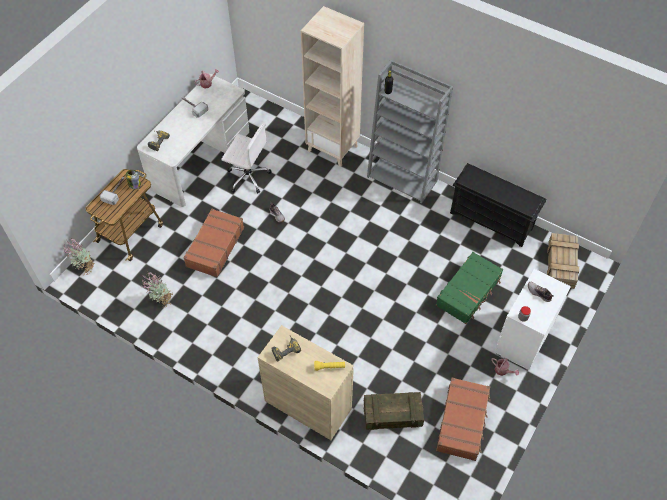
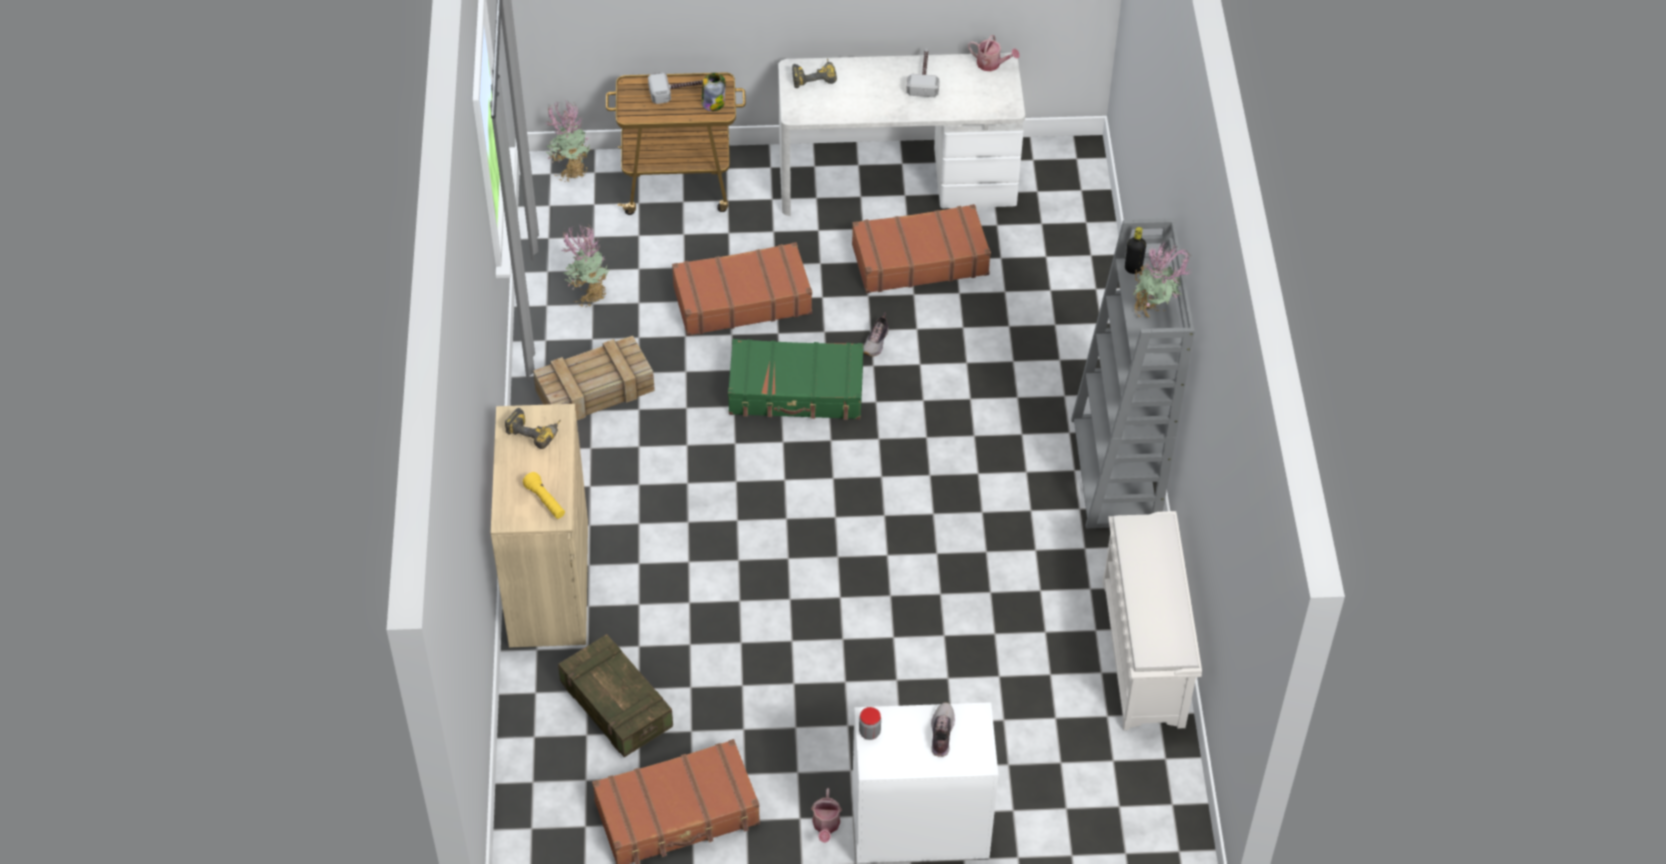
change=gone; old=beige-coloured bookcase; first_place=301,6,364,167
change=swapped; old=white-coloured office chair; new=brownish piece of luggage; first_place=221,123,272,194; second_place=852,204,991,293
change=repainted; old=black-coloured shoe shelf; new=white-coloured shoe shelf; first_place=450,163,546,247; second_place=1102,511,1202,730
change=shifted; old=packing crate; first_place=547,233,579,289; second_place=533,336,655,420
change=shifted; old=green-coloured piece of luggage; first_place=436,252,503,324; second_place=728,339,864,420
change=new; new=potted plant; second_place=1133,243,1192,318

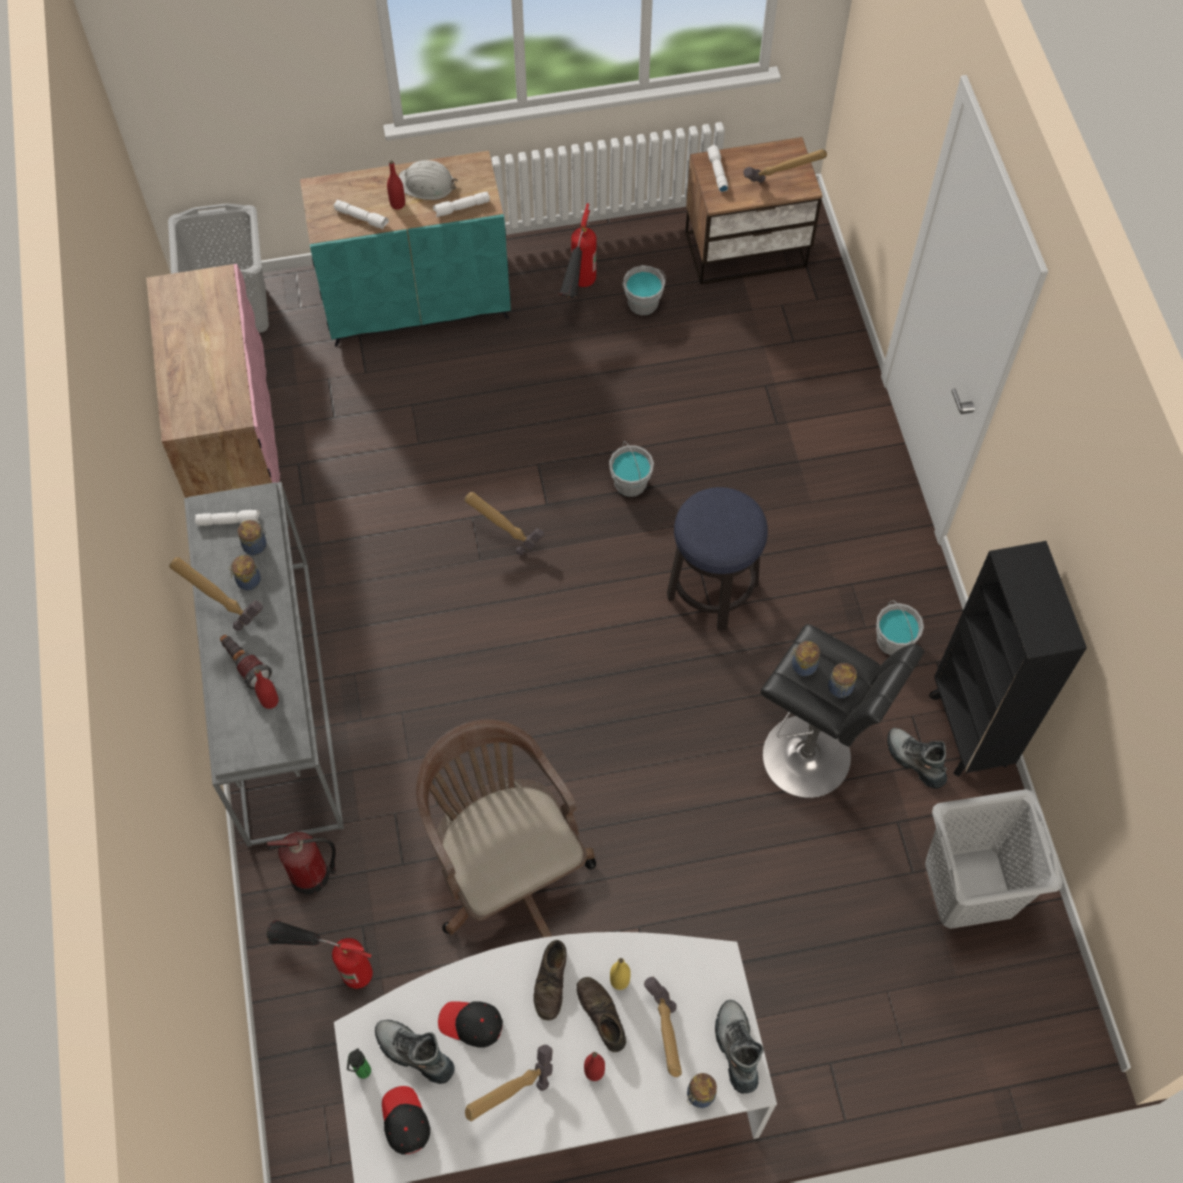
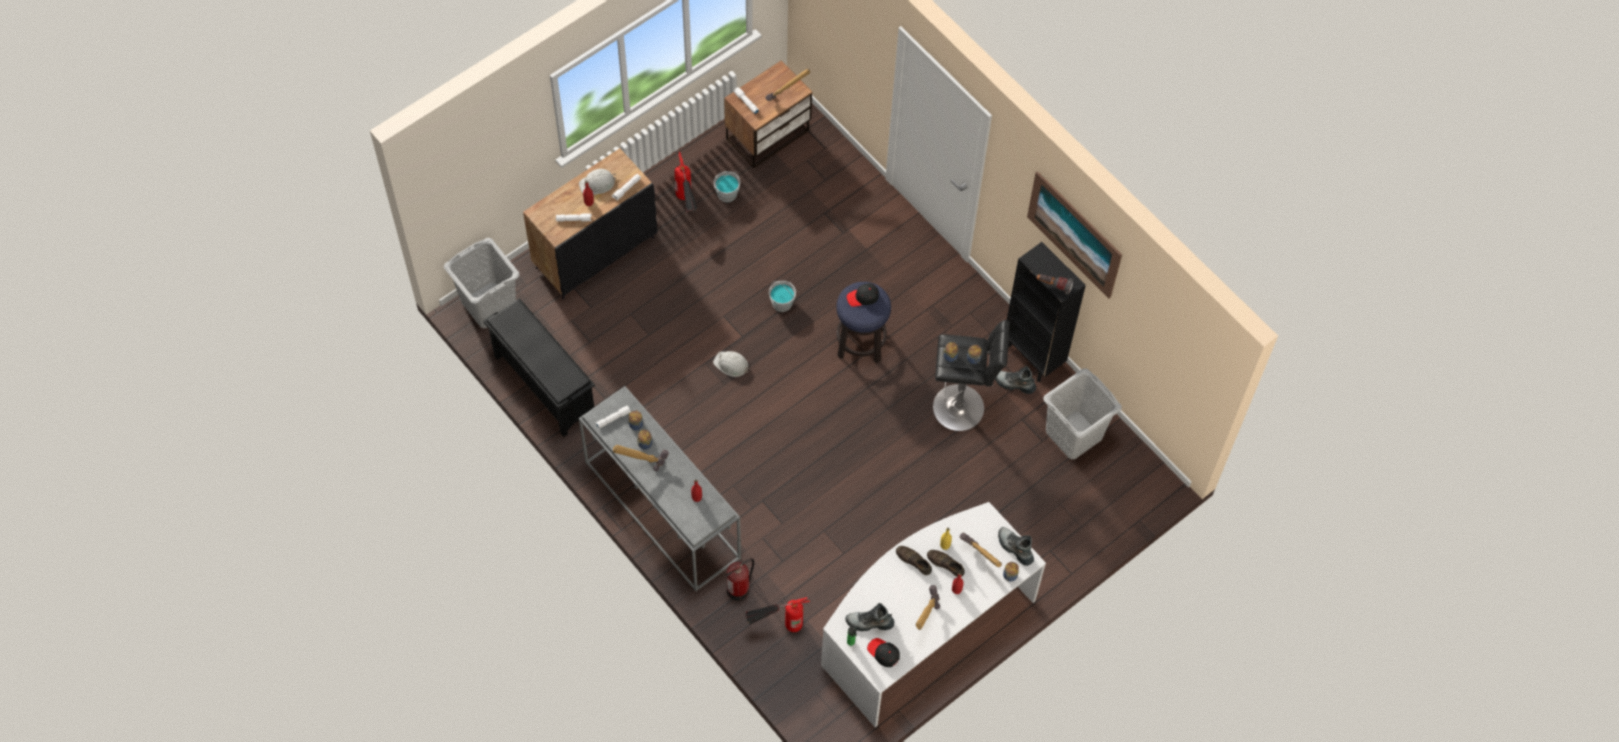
change=repainted; old=turquoise cabinet; new=black-coloured cabinet; first_place=300,151,511,346; second_place=523,148,657,300
change=swapped; old=pink cabinet; new=black-coloured shoe shelf; first_place=146,264,280,498; second_place=483,298,595,437
change=swapped; old=hand hammer; new=white-coloured safety helmet; first_place=465,492,544,555; second_place=713,351,750,377
change=gone; old=grey water bucket; first_place=876,600,924,655
change=shifted; old=hand torch; first_place=220,634,272,690; second_place=1036,274,1073,295
change=gone; old=brownish office chair; first_place=416,719,596,938
change=rotated; old=brownish item of footwear; first_place=533,940,567,1020; second_place=896,546,932,575; degrees=150
change=shifted; old=black-coloured cap; first_place=438,1001,503,1047; second_place=847,283,879,307
change=new; new=wall picture; second_place=1027,171,1122,298

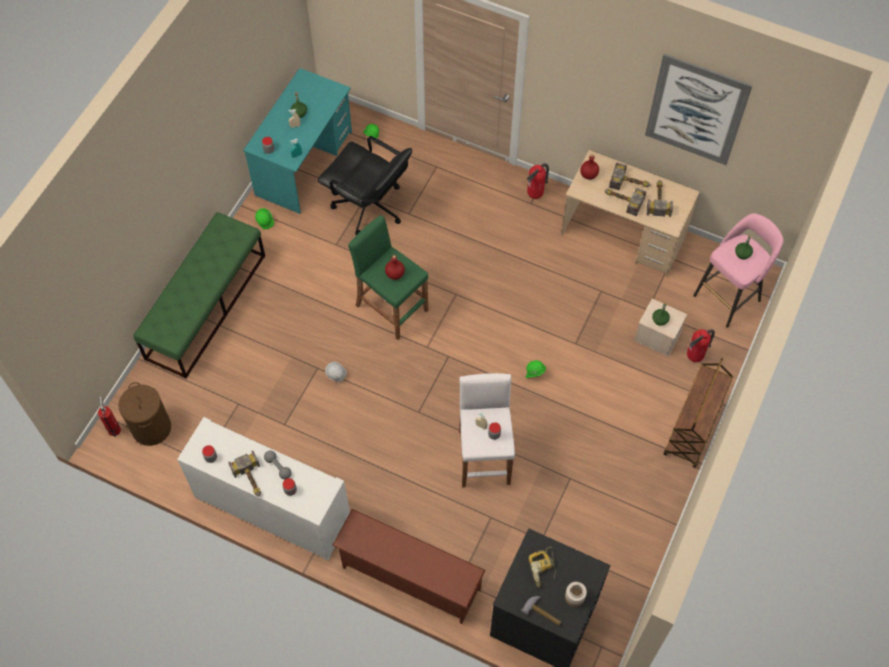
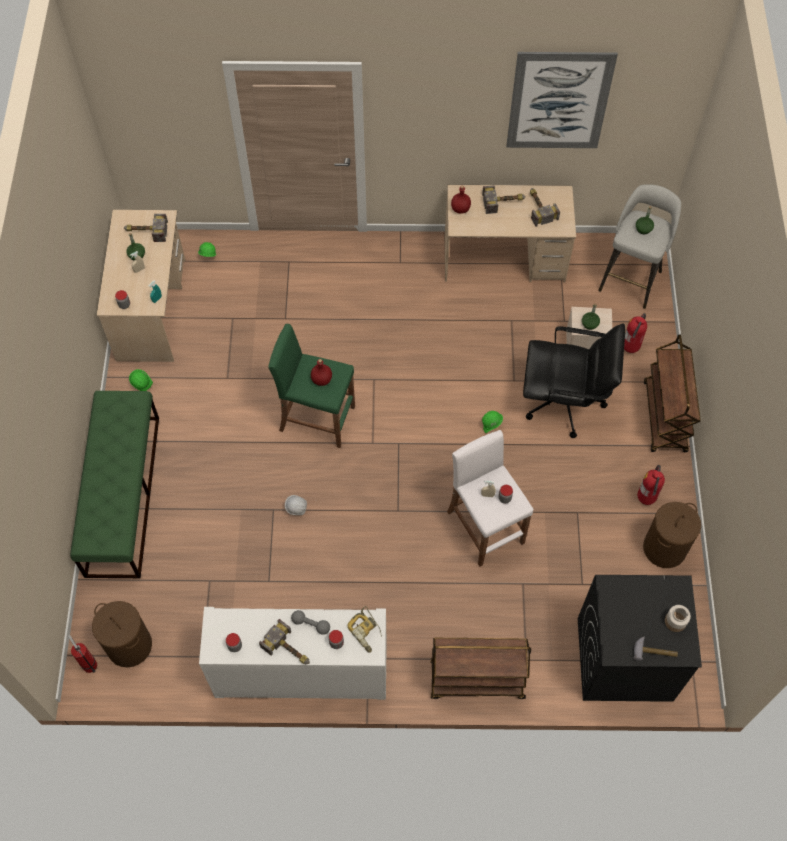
change=repainted; old=turquoise desk table; new=beige-coloured desk table; first_place=243,68,352,214; second_place=97,210,185,362
change=shifted; old=black-coloured office chair; first_place=318,136,412,235; second_place=523,323,625,438
change=shifted; old=fire extinguisher; first_place=527,163,549,199; second_place=638,465,665,505
change=shifted; old=hand hammer; first_place=604,188,646,216; second_place=124,214,168,242
change=repainted; old=pink stool seat; new=grey stool seat; first_place=693,213,784,328; second_place=598,184,681,309
change=swapped; old=brownish shoe shelf; new=brownish cart; first_place=332,509,486,624; second_place=430,638,531,699
change=shifted; old=drill; first_place=529,547,556,588; second_place=347,606,382,653
change=new; new=brownish hamper; second_place=643,502,701,568

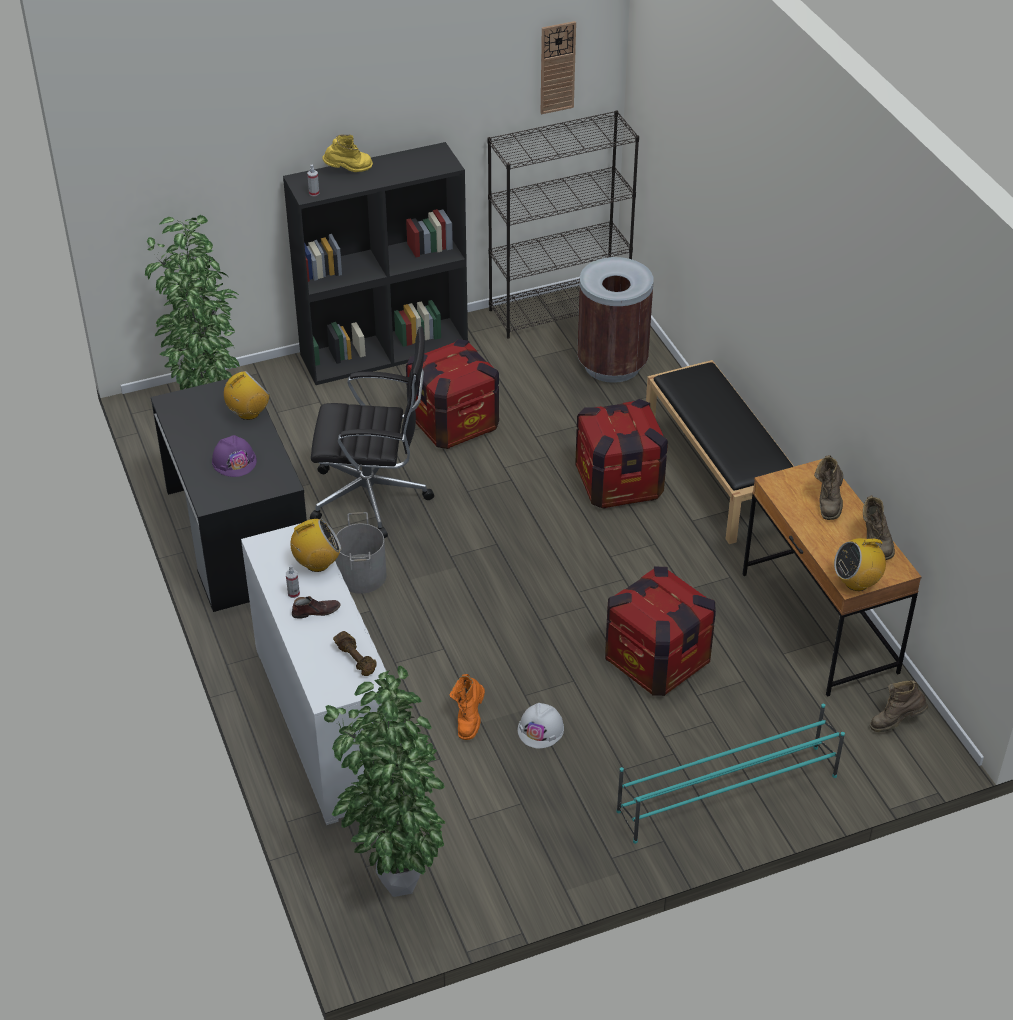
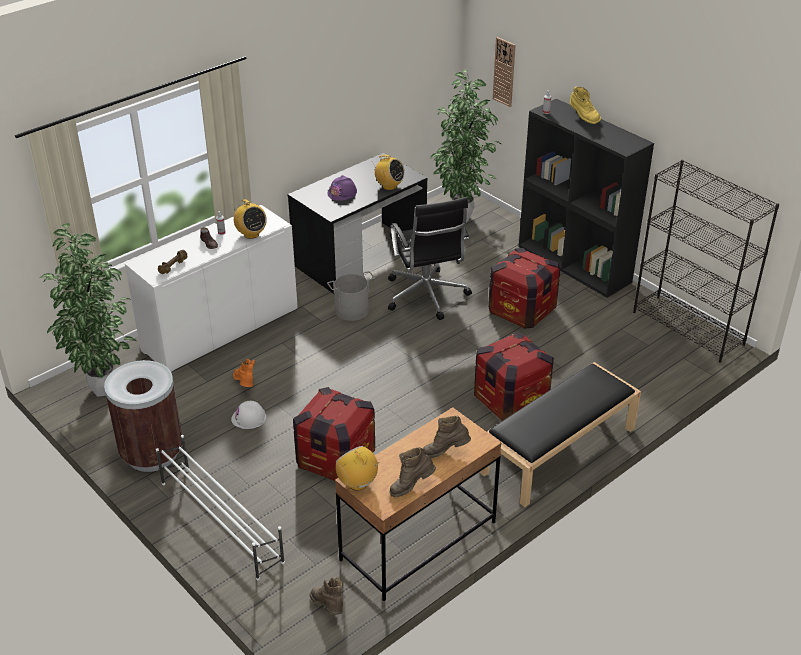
change=shifted; old=hanging clock; first_place=541,21,576,114; second_place=493,37,515,107
change=shifted; old=brownish waste bin; first_place=577,257,654,383; second_place=104,360,182,472
change=rotated; old=orange high-top boot; first_place=450,674,485,740; second_place=233,359,255,387; degrees=75
change=repainted; old=turquoise shoe shelf; new=white-coloured shoe shelf; first_place=617,704,845,844; second_place=156,435,285,581

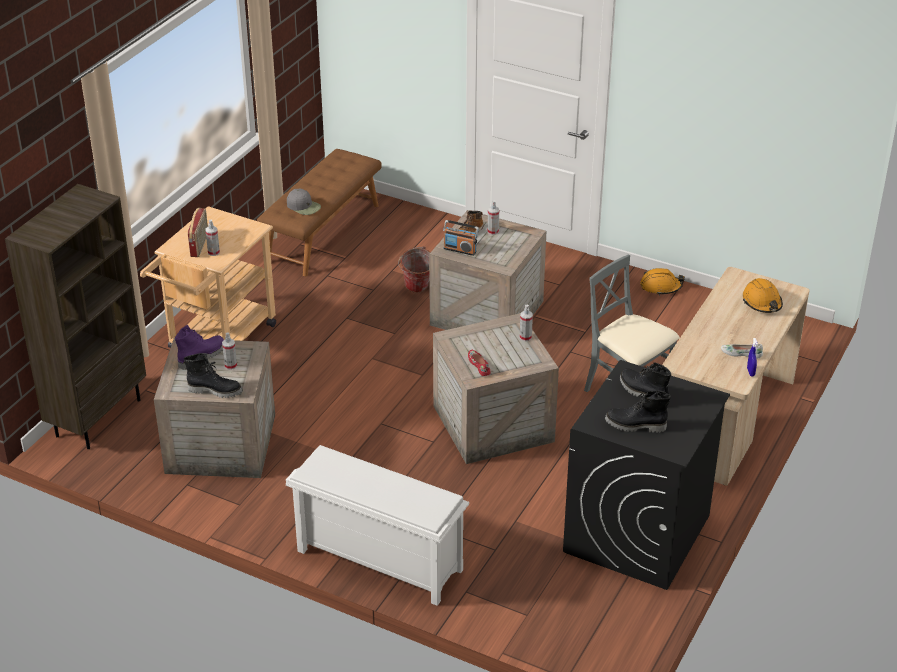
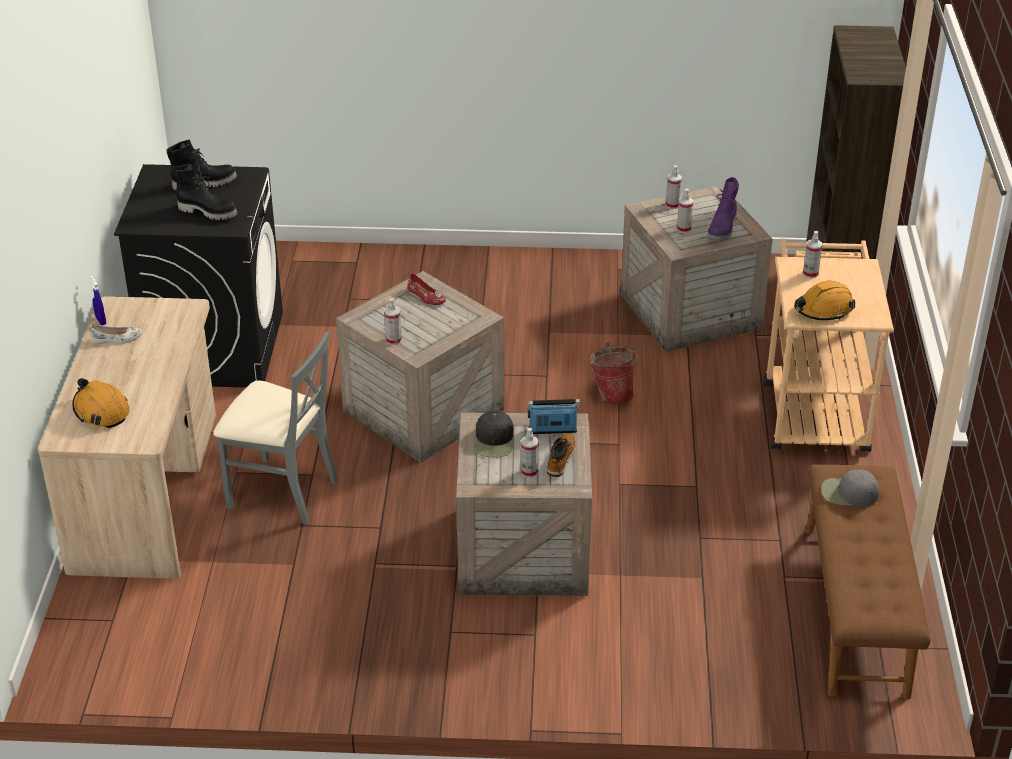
change=gone; old=radio set; first_place=188,208,208,257
change=shifted; old=water bucket; first_place=398,246,431,293; second_place=588,343,639,405
change=shifted; old=orange safety helmet; first_place=640,268,685,296; second_place=794,281,855,320
change=swapped; old=black-coloured high-top boot; new=hand sprayer; first_place=184,353,243,398; second_place=666,165,682,209
change=gone; old=white-coloured shoe shelf; first_place=286,445,469,606
change=new; new=black-coloured cap; second_place=474,410,514,457

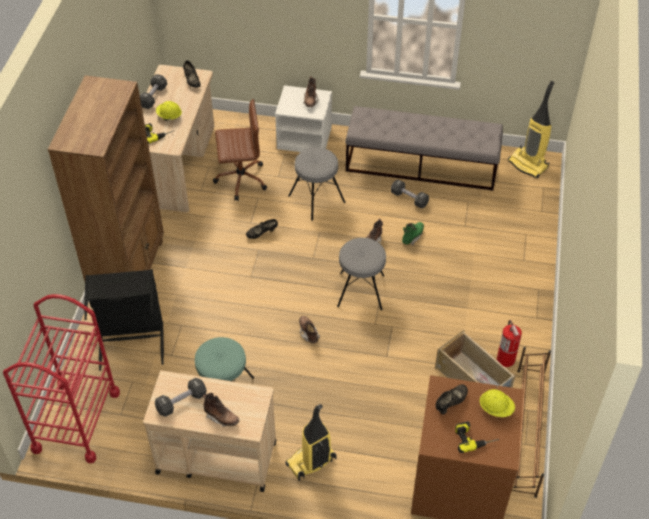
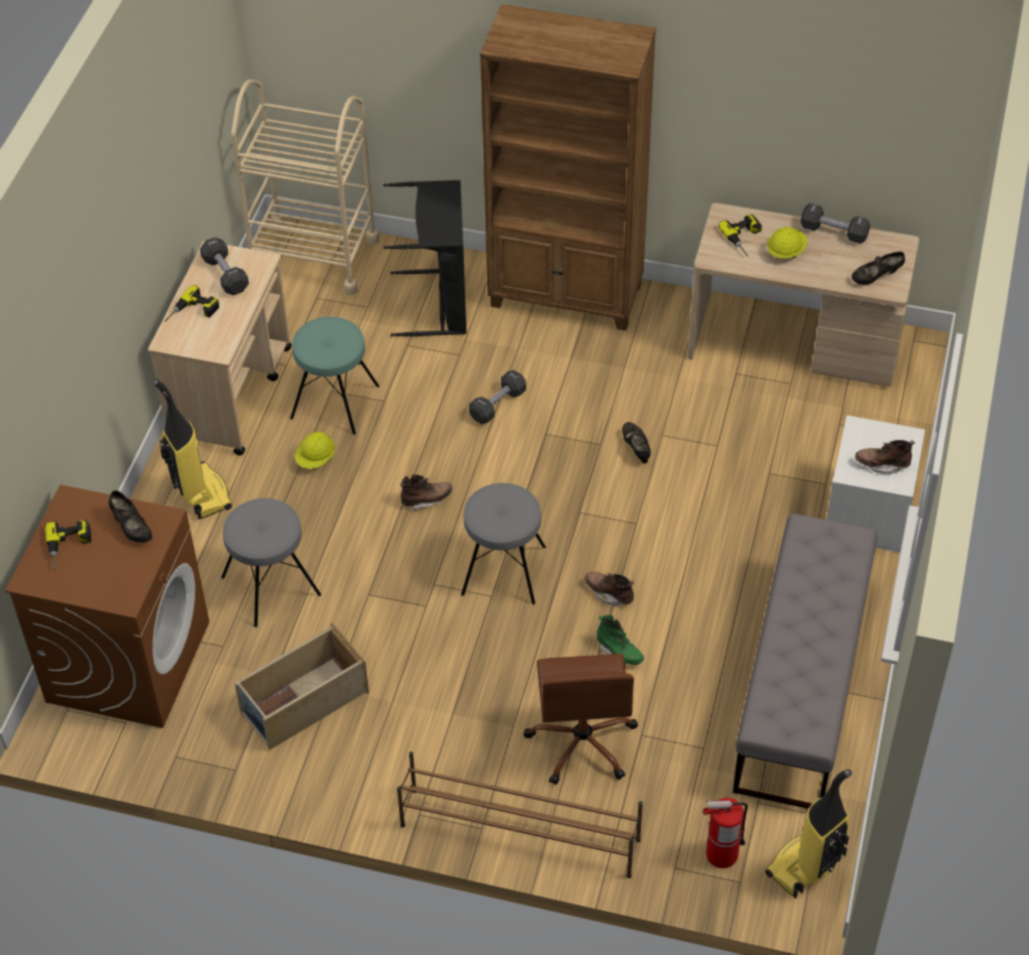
change=shifted; old=brownish office chair; first_place=213,99,267,201; second_place=523,653,638,785
change=shifted; old=grey stool seat; first_place=288,147,346,221; second_place=221,498,321,627
change=shifted; old=black-coloured free weight; first_place=391,179,429,208; second_place=469,370,526,424
change=repainted; old=reddish cart; new=beige-coloured cart; first_place=3,294,120,463; second_place=231,79,379,295
change=shifted; old=fire extinguisher; first_place=497,320,522,367; second_place=703,798,748,868
change=shifted; old=brownish shoe shelf; first_place=512,347,551,498; second_place=397,752,643,878
change=shifted; old=yellowish safety helmet; first_place=480,389,515,417; second_place=295,432,335,469
change=swapped; old=brownish high-top boot; new=drill; first_place=203,393,239,427; second_place=165,285,219,322

